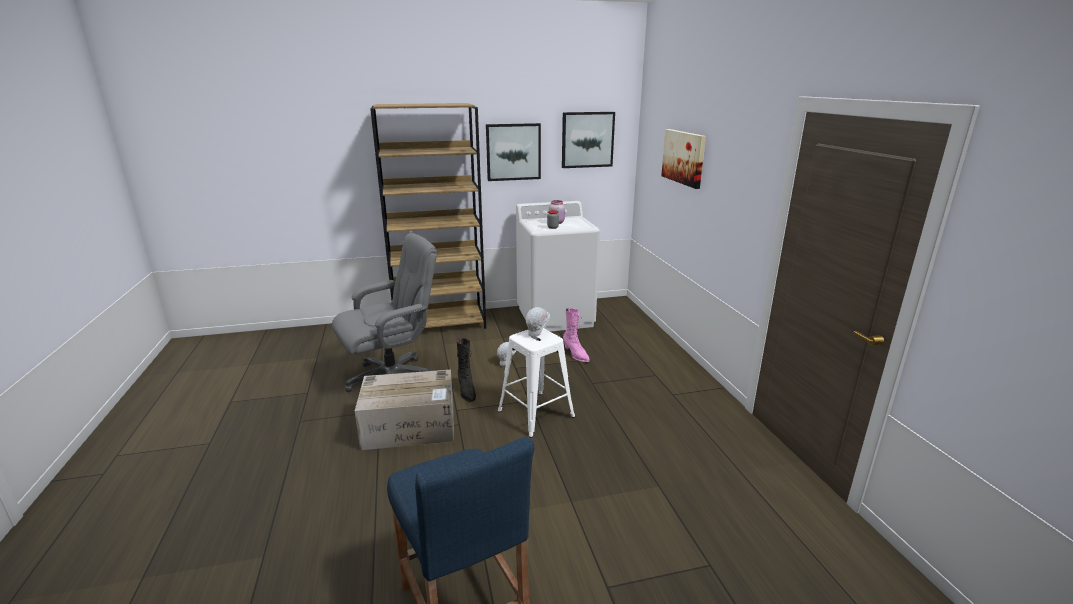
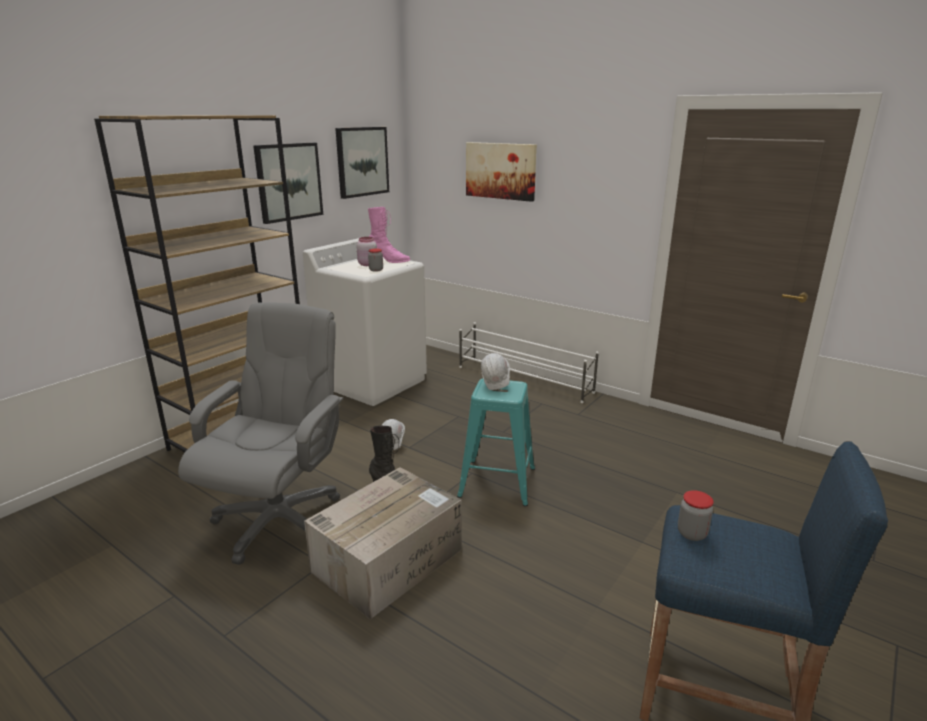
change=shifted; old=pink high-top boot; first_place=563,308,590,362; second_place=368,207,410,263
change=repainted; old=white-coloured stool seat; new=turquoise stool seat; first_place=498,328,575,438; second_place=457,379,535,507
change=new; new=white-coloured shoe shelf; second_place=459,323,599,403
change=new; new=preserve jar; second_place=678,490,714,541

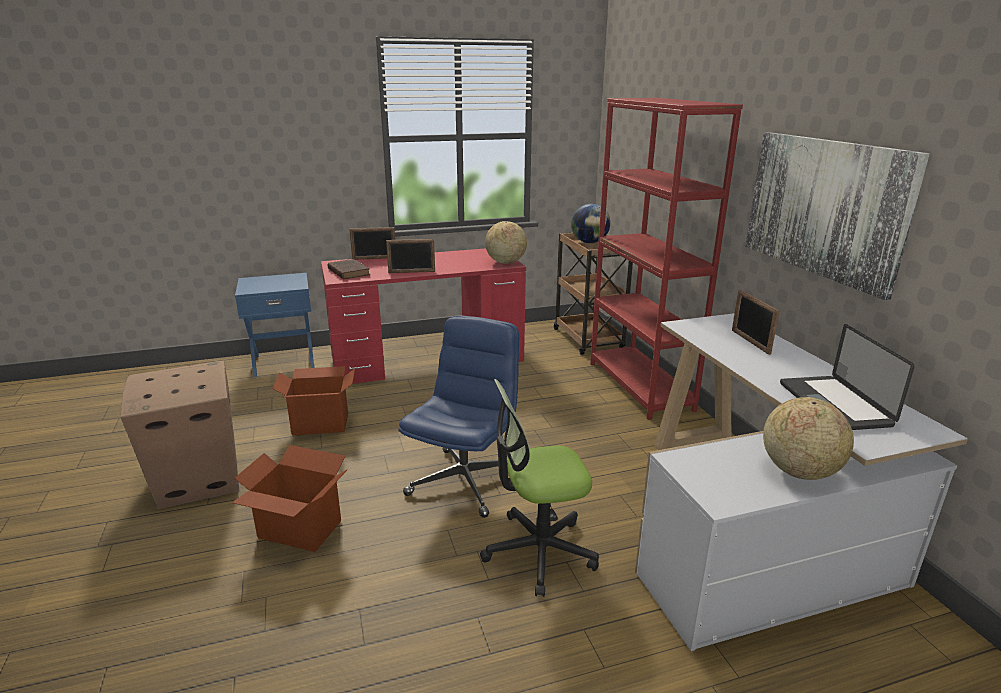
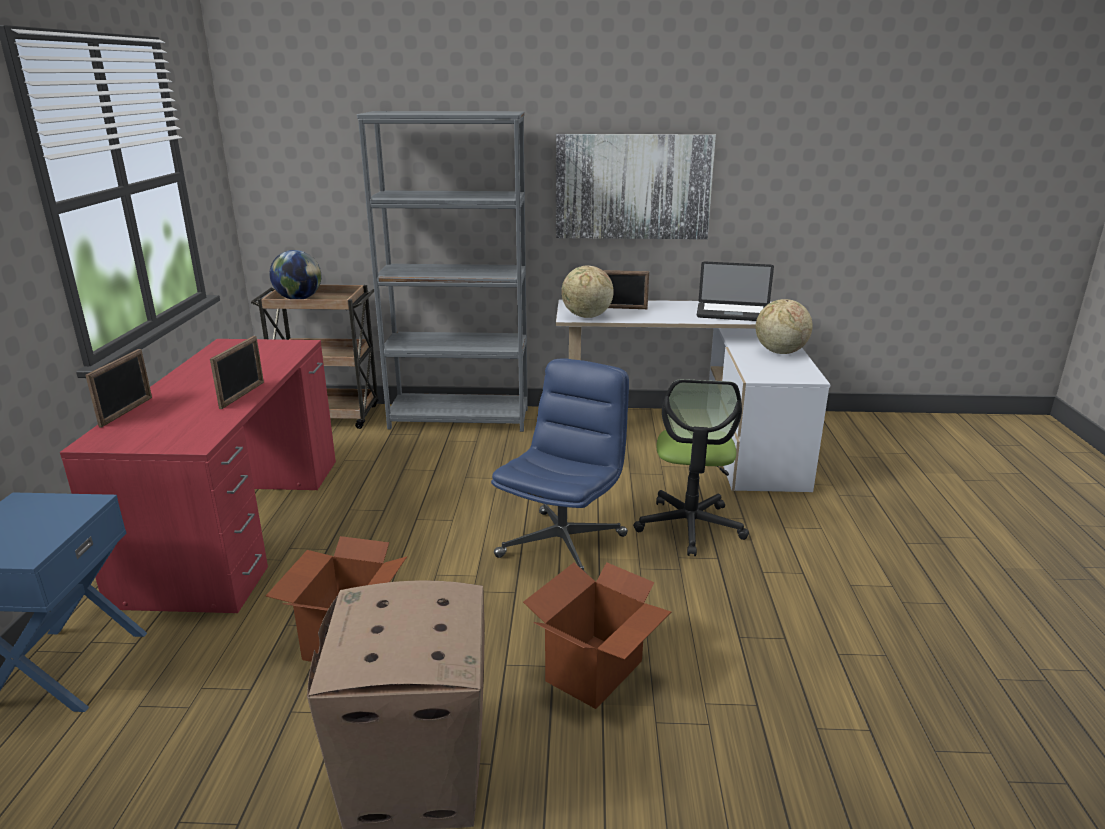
change=repainted; old=reddish bookcase; new=grey bookcase; first_place=590,98,743,420; second_place=357,111,528,432
change=shifted; old=globe; first_place=485,221,527,264; second_place=561,265,614,318
change=gone; old=brownish book; first_place=328,259,370,280
change=rotated; old=blue-coloured office chair; first_place=398,315,519,518; second_place=491,358,629,573; degrees=75

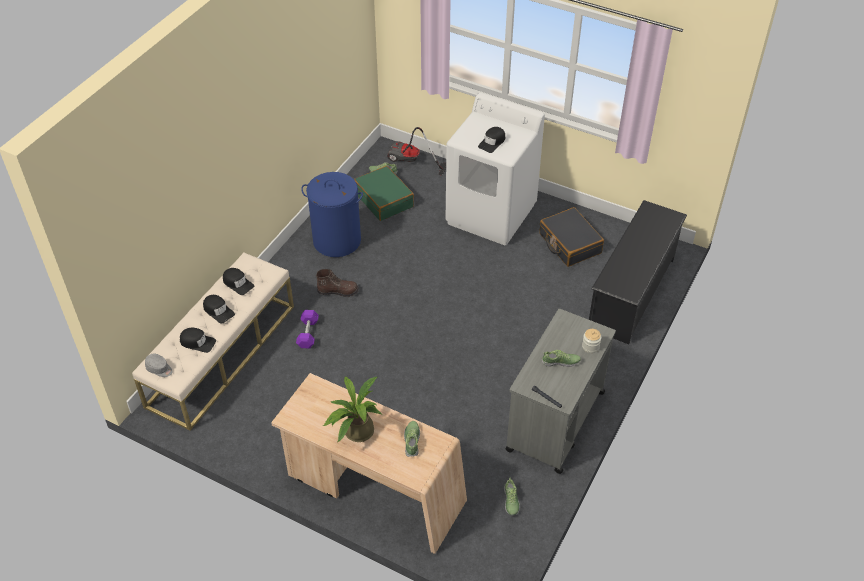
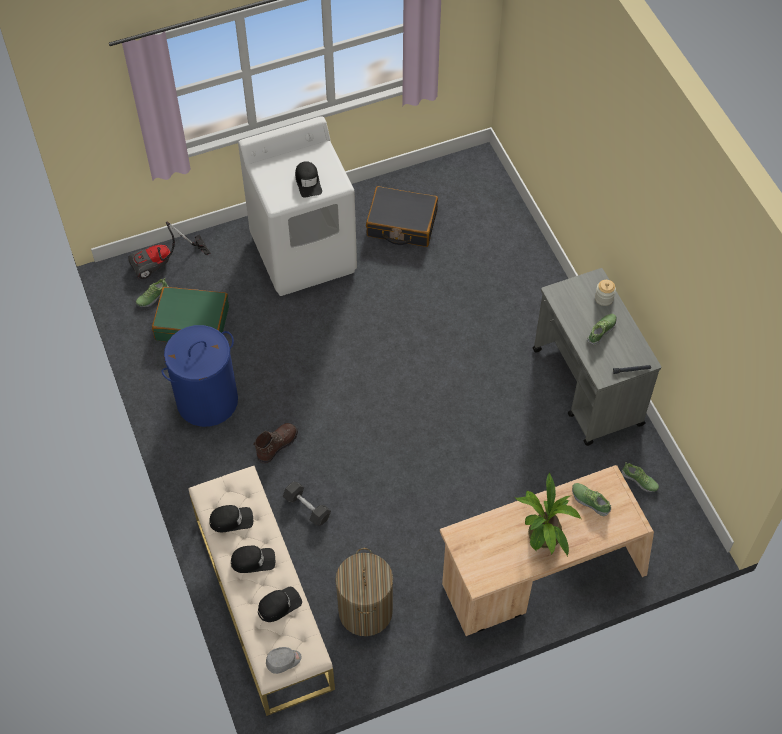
change=gone; old=black-coloured shoe shelf; first_place=589,200,687,344
change=repainted; old=purple free weight; new=grey free weight; first_place=296,310,319,349; second_place=283,482,331,526
change=new; new=hamper; second_place=335,548,393,636

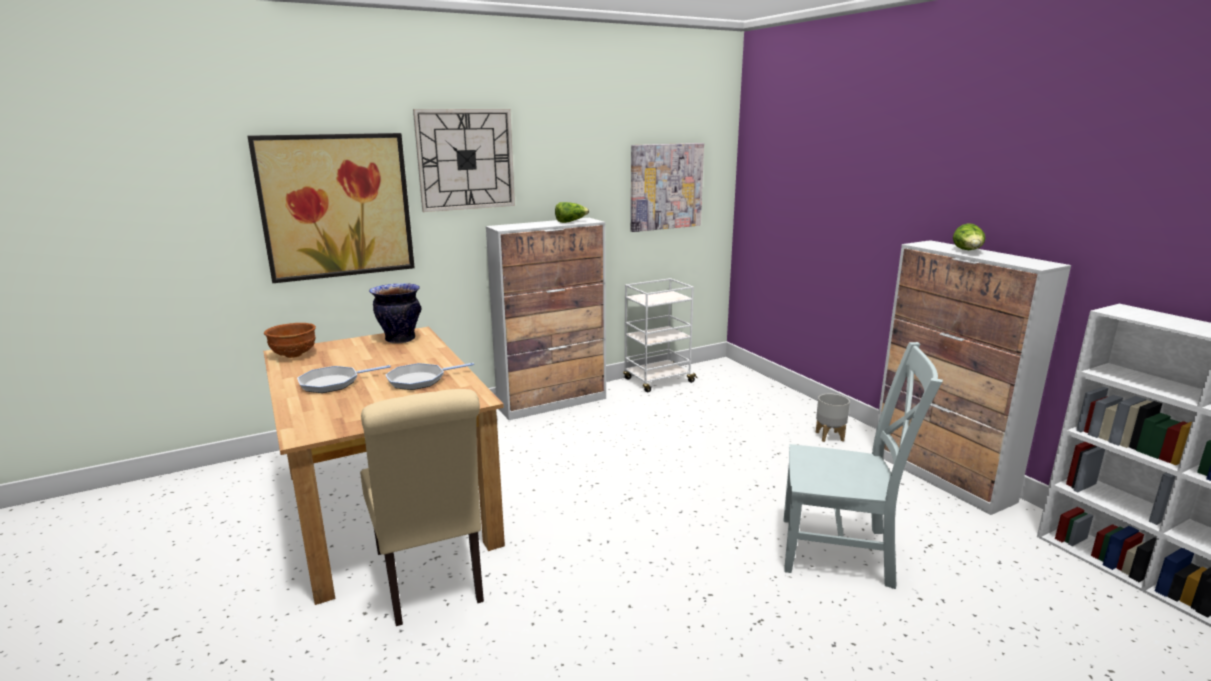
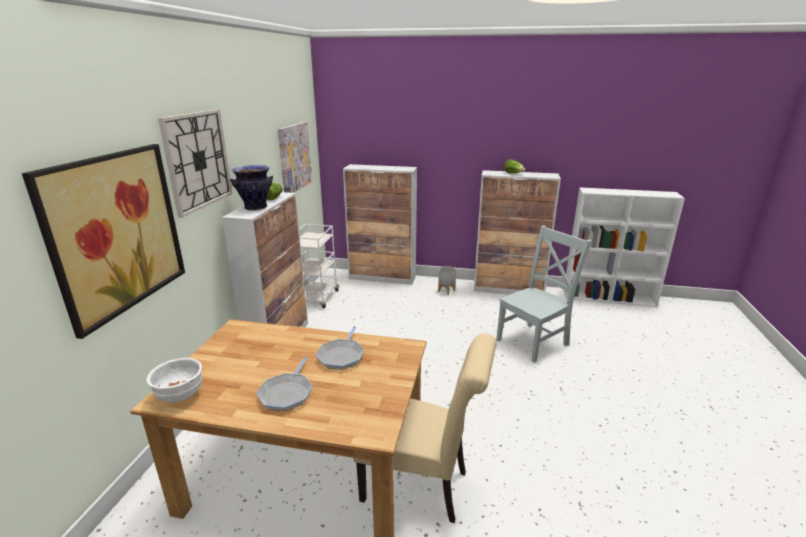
change=shifted; old=vase; first_place=369,283,421,343; second_place=230,165,273,211
change=repainted; old=brownish deep dish; new=white-coloured deep dish; first_place=264,323,316,358; second_place=146,358,202,403
change=new; new=cabinet; second_place=343,164,417,285

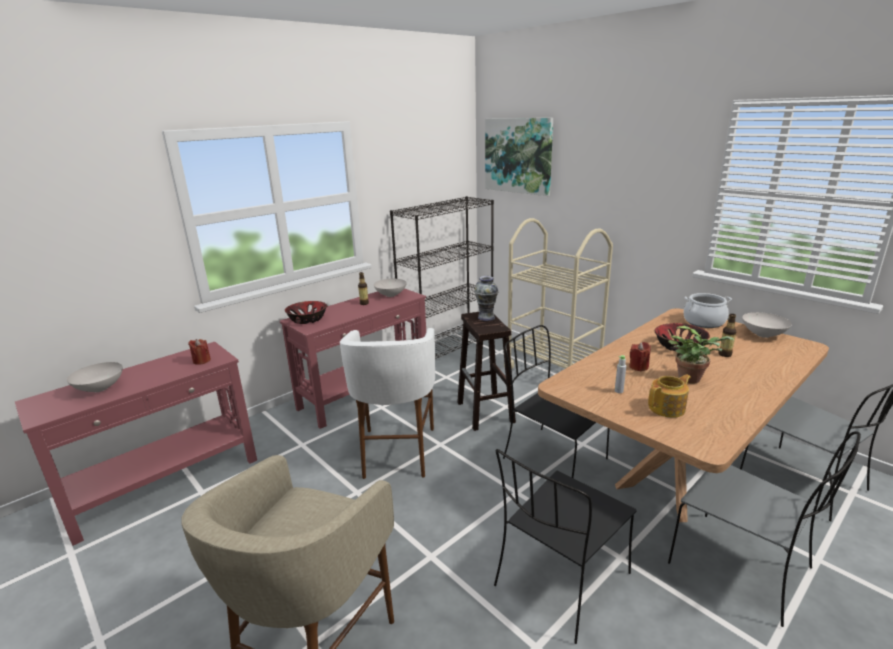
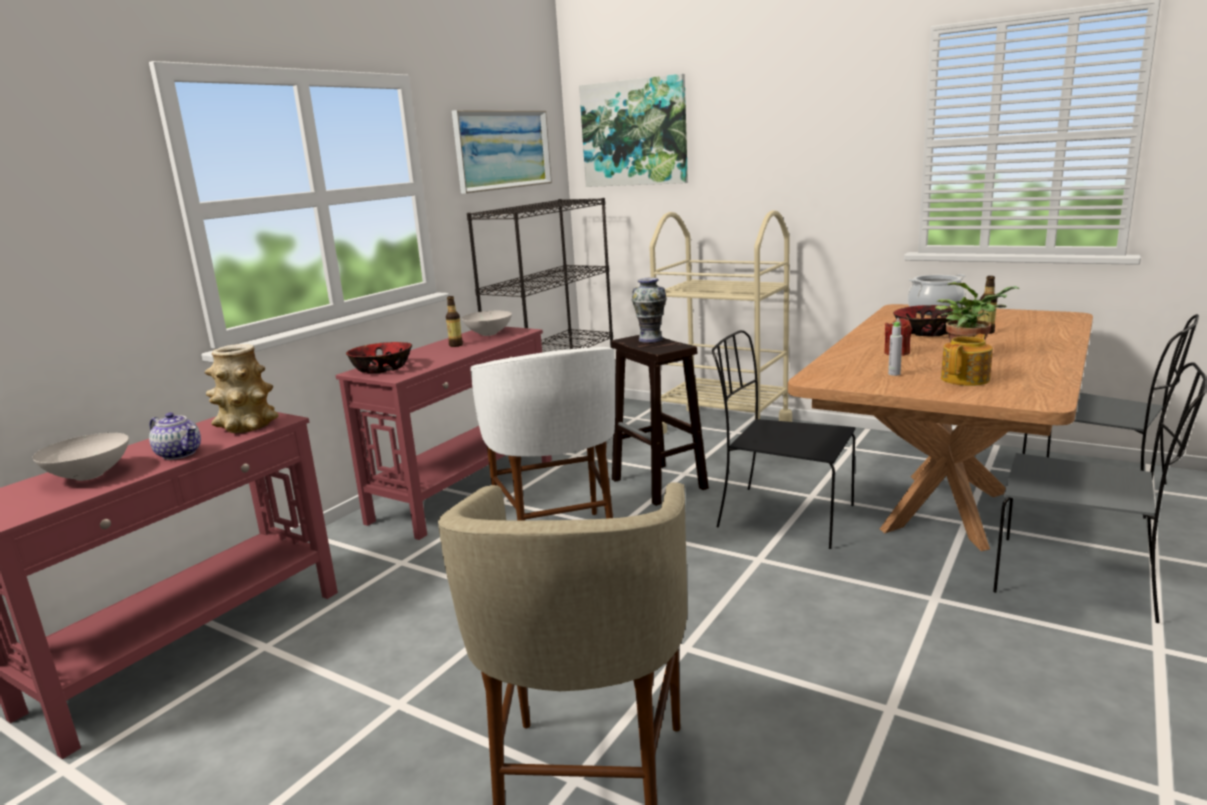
change=gone; old=white-coloured deep dish; first_place=742,312,792,338
change=swapped; old=reddish candle; new=vase; first_place=188,339,211,365; second_place=205,344,279,433
change=gone; old=black-coloured chair; first_place=494,449,637,644
change=new; new=wall picture; second_place=452,110,552,194
change=new; new=pot for tea; second_place=149,412,201,460

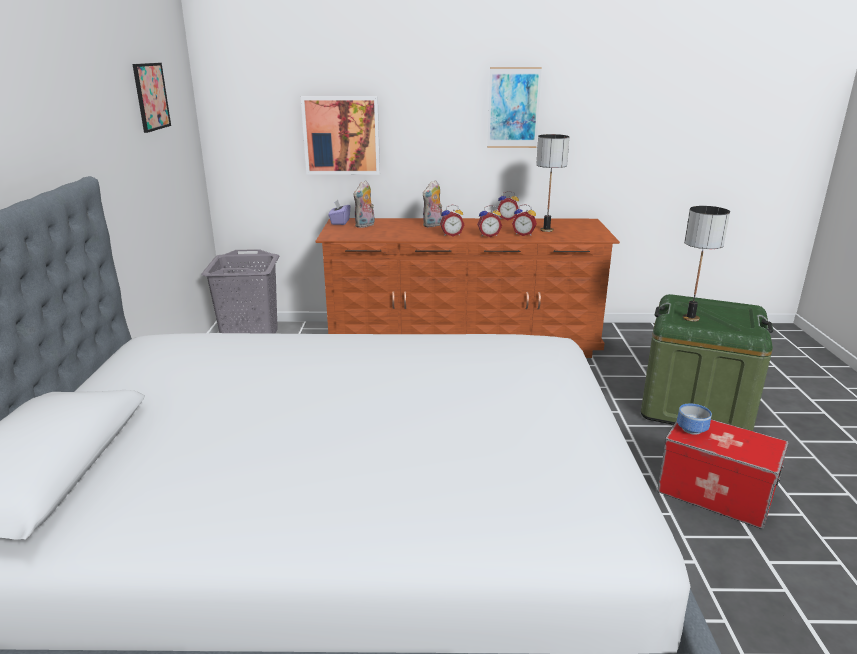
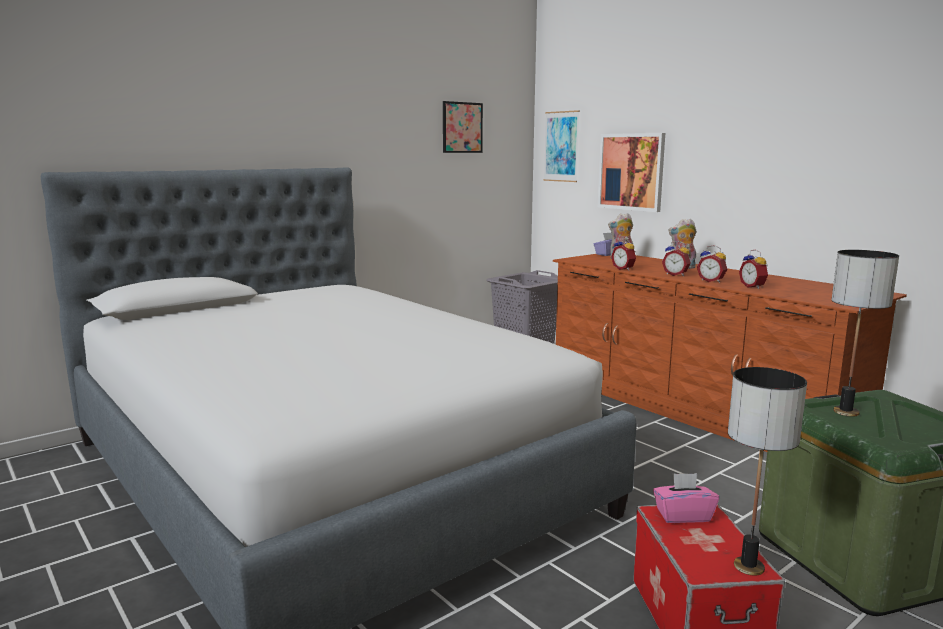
change=shifted; old=wall picture; first_place=487,67,542,148; second_place=544,110,580,182
change=shifted; old=lamp for a table; first_place=536,134,569,232; second_place=728,367,807,575
change=shifted; old=bedside clock; first_place=497,191,519,221; second_place=611,236,636,271
change=swapped; old=deep dish; new=pink tissue holder; first_place=677,403,712,435; second_place=653,473,719,523

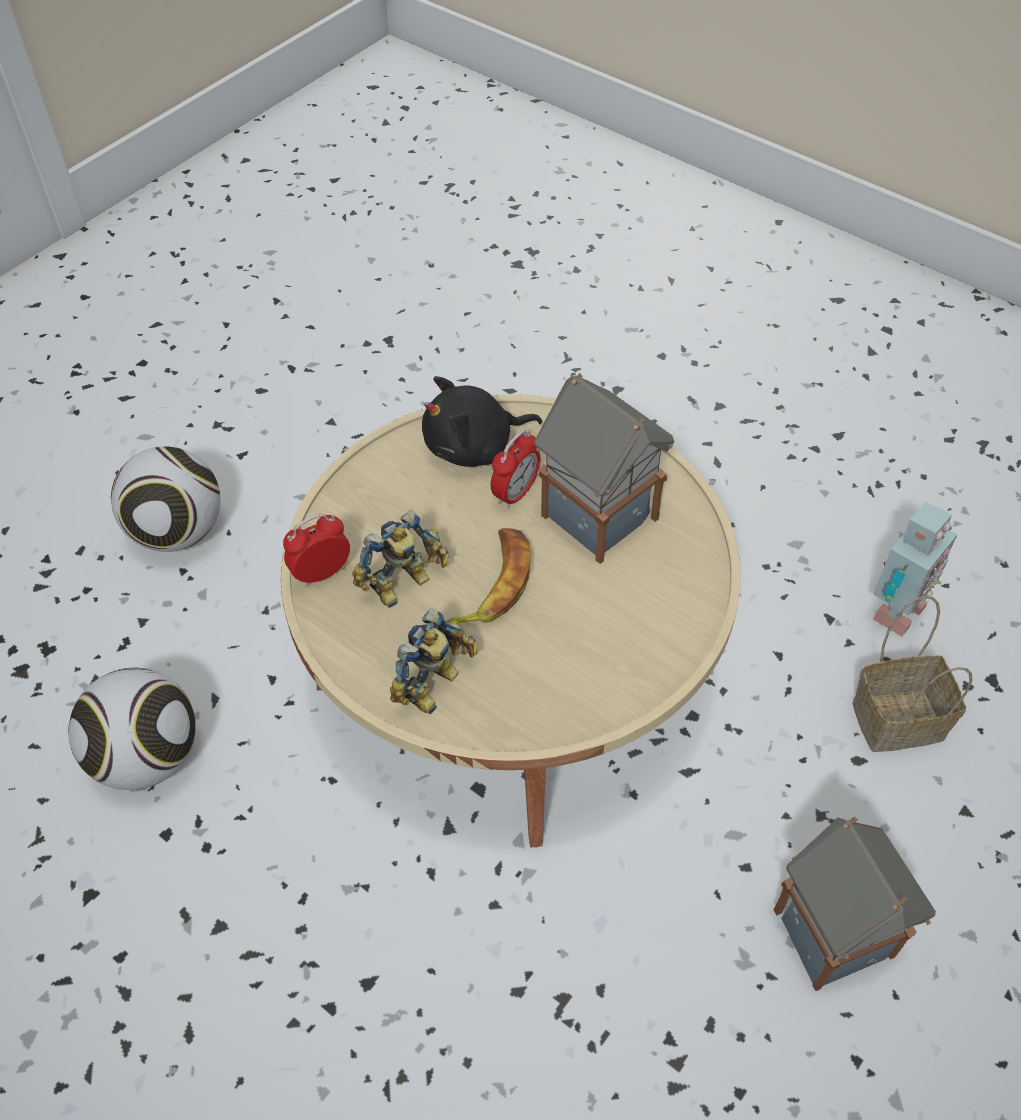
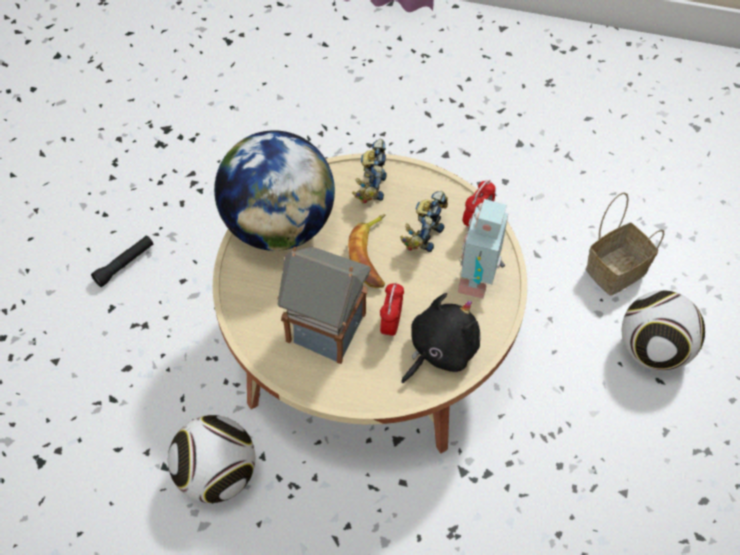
change=shifted; old=toy robot; first_place=873,502,957,637; second_place=458,199,508,299
change=shifted; old=basket; first_place=852,596,973,752; second_place=586,192,664,296
change=shifted; old=football ball; first_place=68,668,196,790; second_place=168,415,255,503
change=swapped; old=toy house; new=black-coloured hand torch; first_place=773,817,936,991; second_place=91,235,153,287
change=new; new=globe; second_place=214,130,335,251

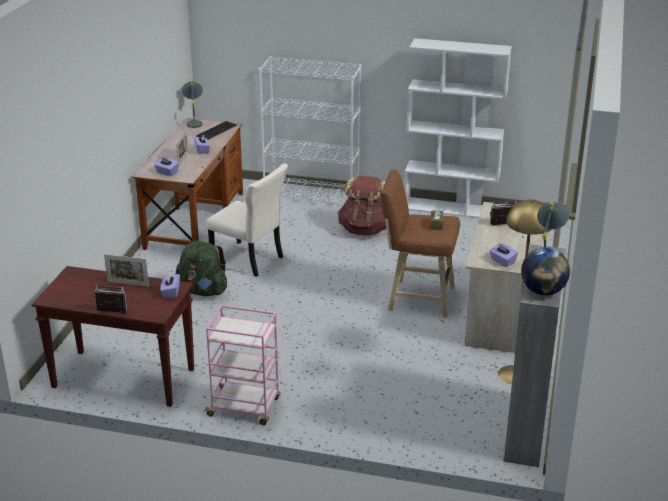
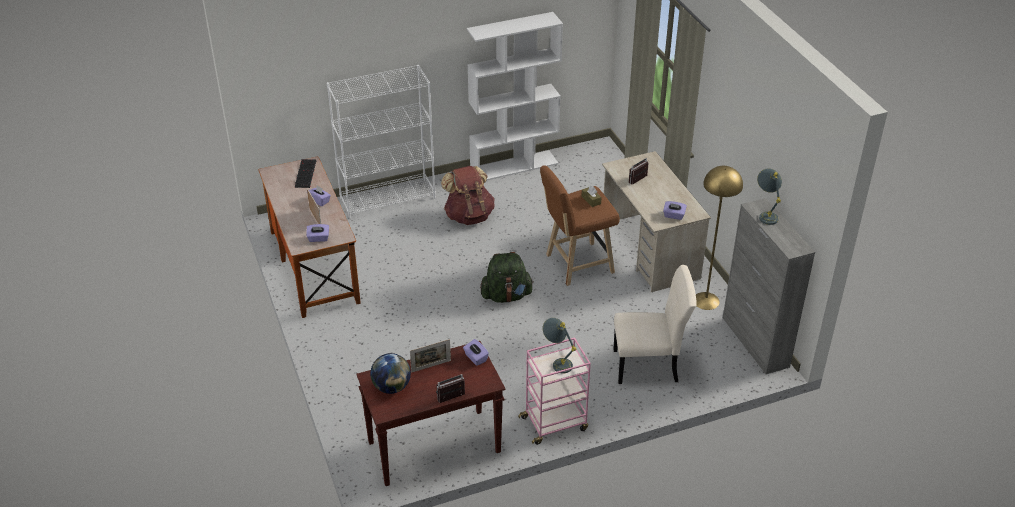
change=shifted; old=grey lamp for a table; first_place=182,80,203,128; second_place=543,318,576,373
change=shifted; old=beige-coloured chair; first_place=206,164,288,277; second_place=613,265,697,384
change=shifted; old=green-coloured backpack; first_place=176,241,227,297; second_place=480,252,534,303
change=shifted; old=globe; first_place=521,247,570,295; second_place=370,353,411,394

